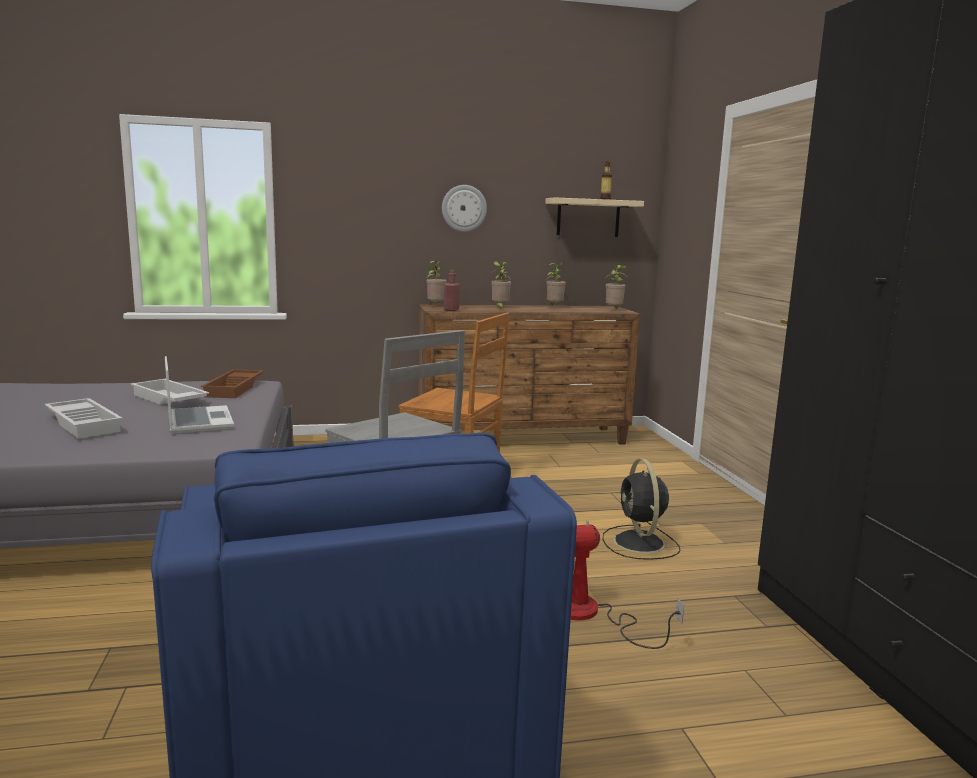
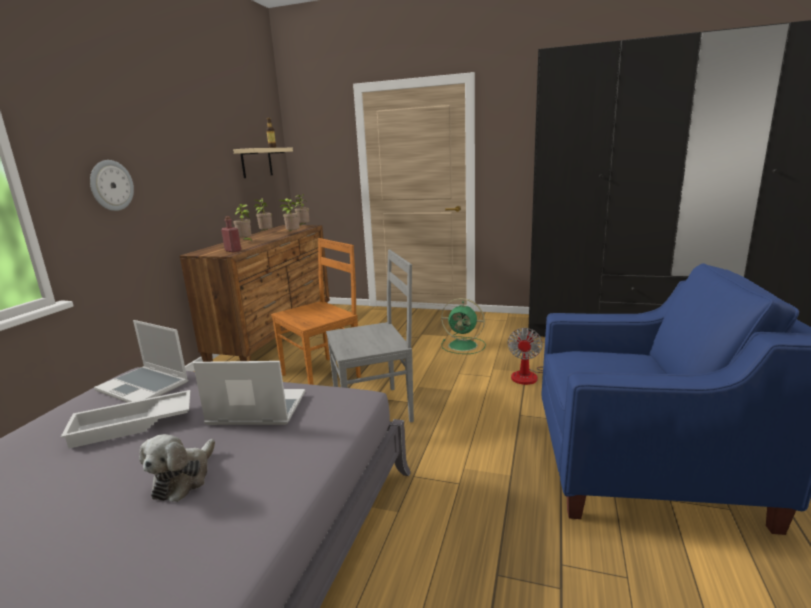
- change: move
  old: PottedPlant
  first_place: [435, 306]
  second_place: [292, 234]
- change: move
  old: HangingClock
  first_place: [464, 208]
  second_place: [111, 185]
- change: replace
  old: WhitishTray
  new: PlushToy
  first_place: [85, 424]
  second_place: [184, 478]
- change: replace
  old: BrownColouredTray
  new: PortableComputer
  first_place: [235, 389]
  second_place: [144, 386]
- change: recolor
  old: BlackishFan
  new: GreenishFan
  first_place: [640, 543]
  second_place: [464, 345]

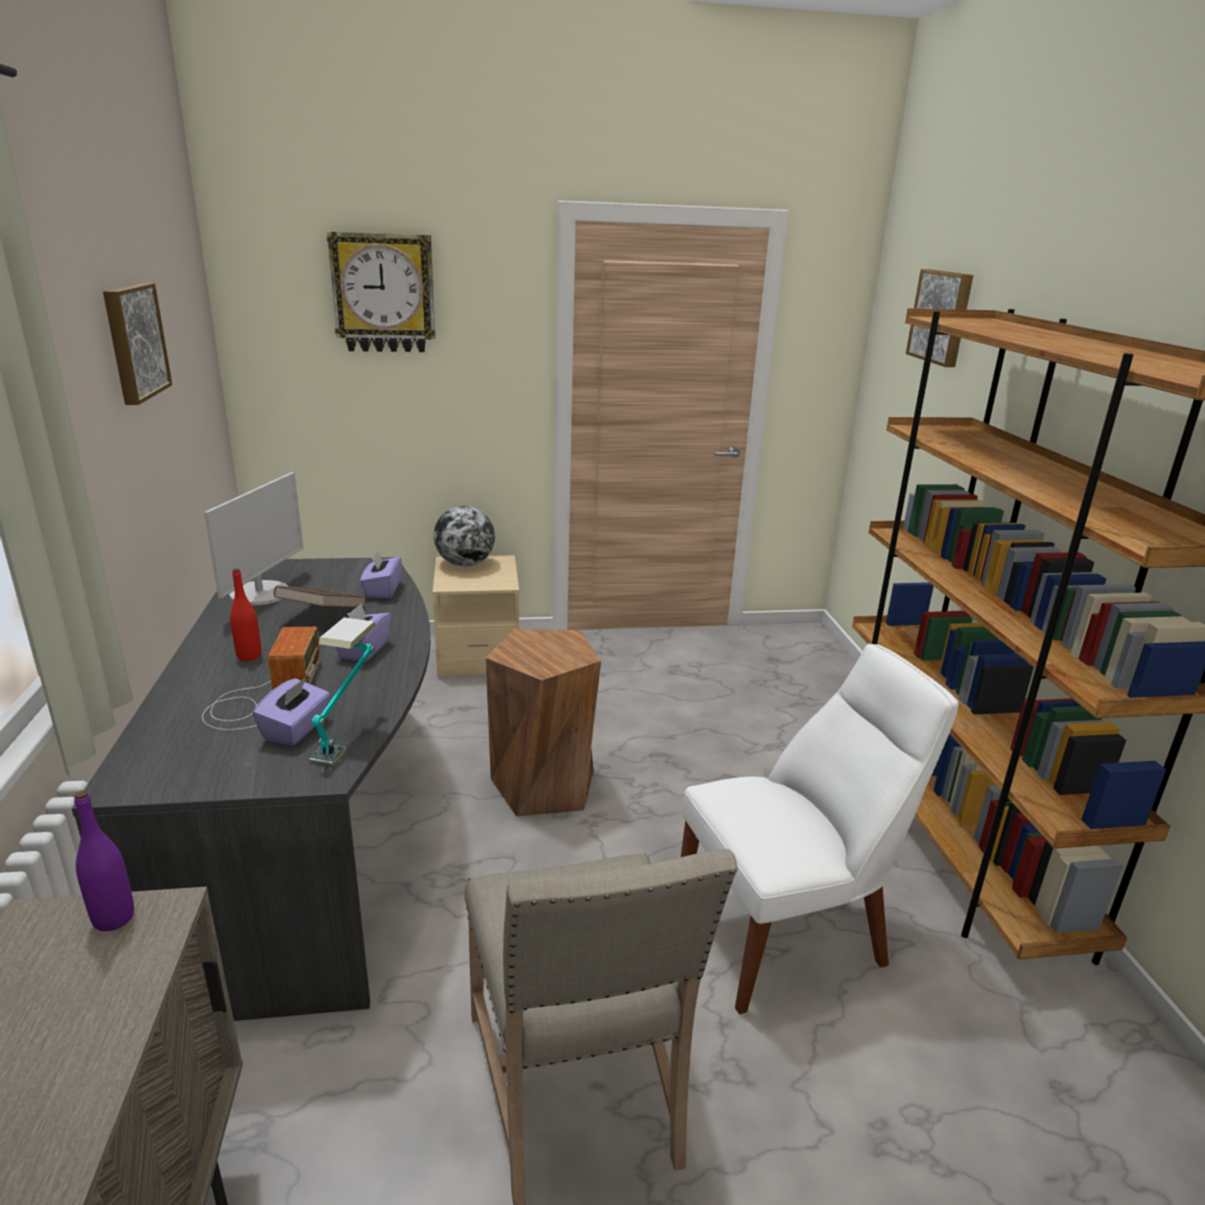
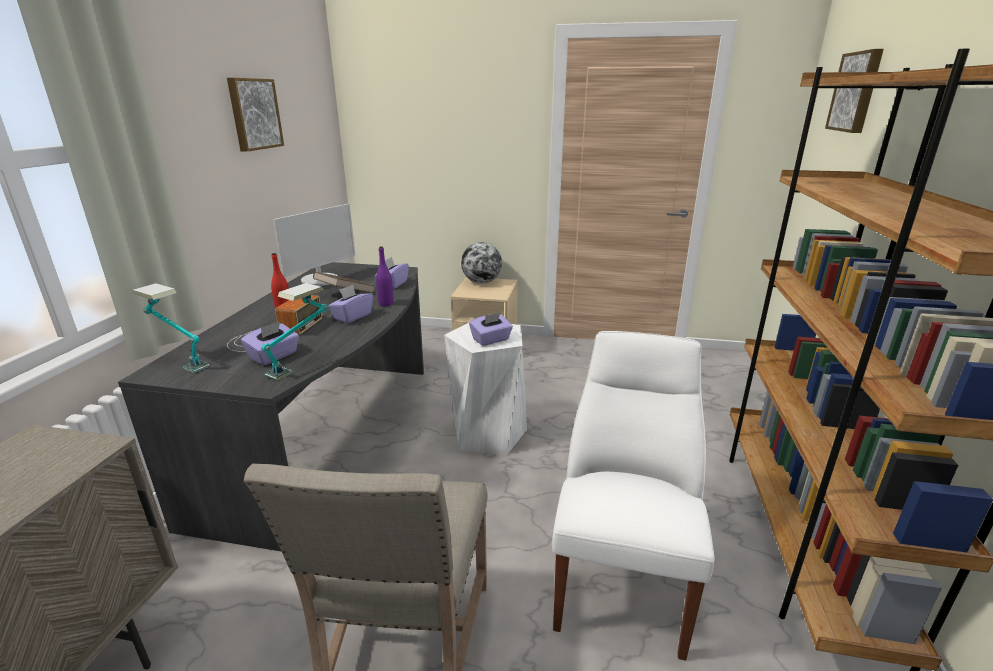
- change: delete
  old: HangingClock
  first_place: [384, 293]
- change: insert
  new: TableLamp
  second_place: [180, 361]
- change: insert
  new: PurpleColouredTissueBox
  second_place: [491, 340]
- change: move
  old: PurpleColouredBeverageBottle
  first_place: [114, 918]
  second_place: [386, 304]
- change: recolor
  old: BrownColouredStool
  new: WhitishStool
  first_place: [544, 785]
  second_place: [488, 433]
- change: rotate
  old: WhitishPlainChair
  first_place: [788, 933]
  second_place: [621, 576]
  degrees: -75

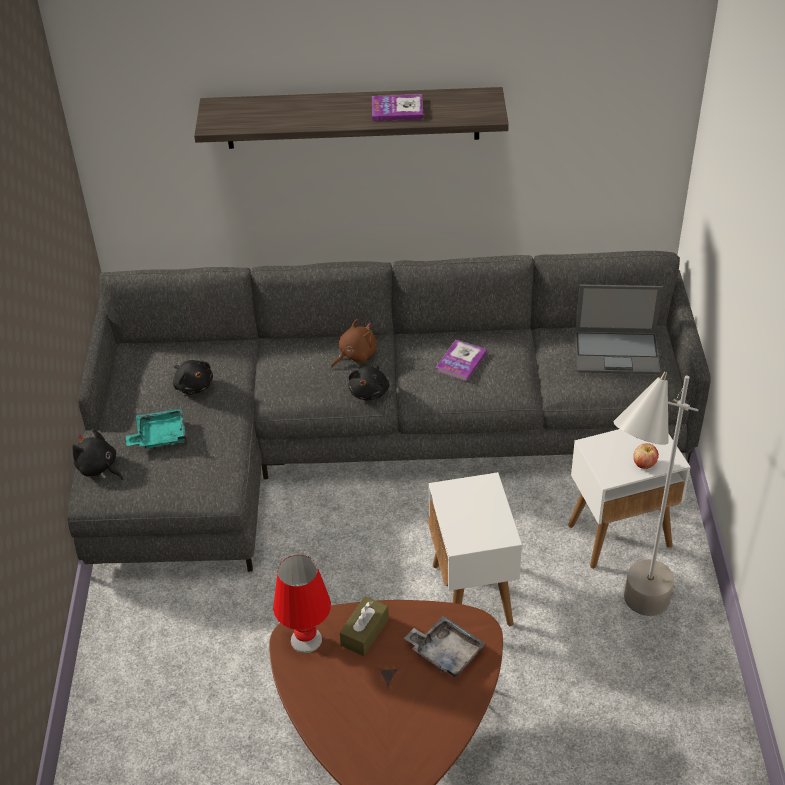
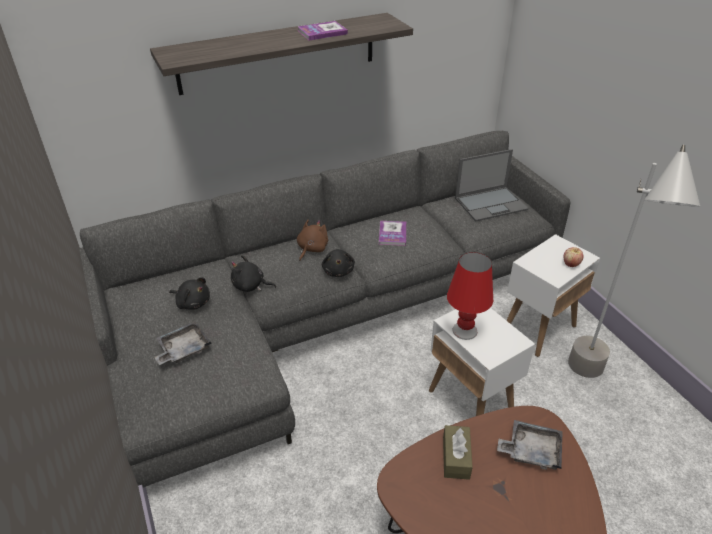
- change: move
  old: BlackishPlushToy
  first_place: [98, 468]
  second_place: [250, 286]
- change: move
  old: RedTableLamp
  first_place: [305, 640]
  second_place: [464, 331]
- change: recolor
  old: TurquoiseColouredTray
  new: GrayTray
  first_place: [159, 436]
  second_place: [183, 349]

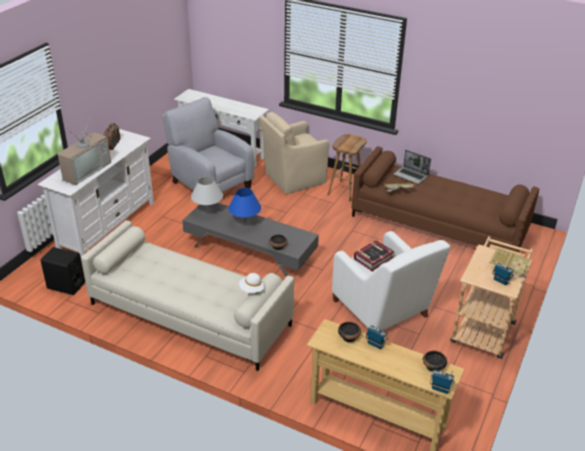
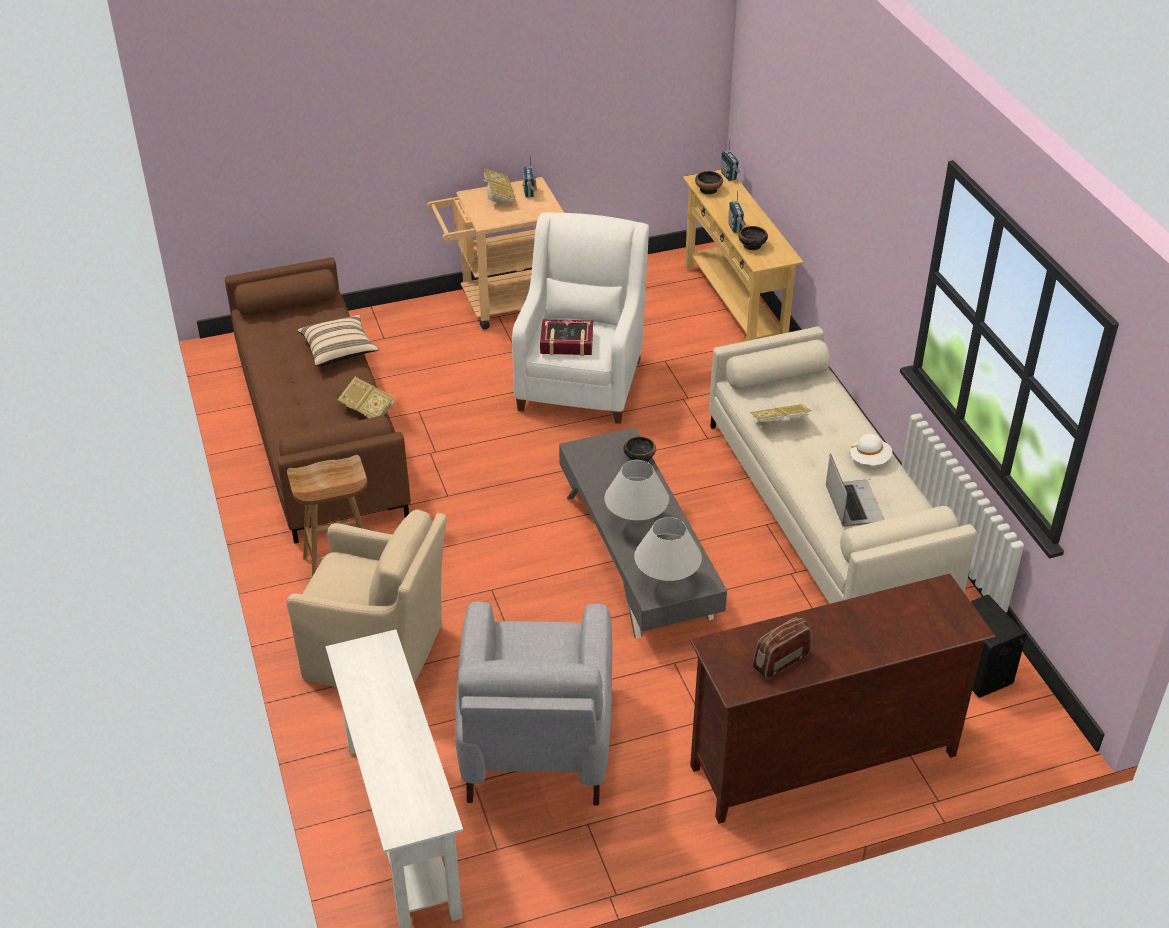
- change: delete
  old: Tv
  first_place: [85, 170]
- change: insert
  new: BeigeThrowPillow
  second_place: [339, 351]
- change: insert
  new: Book
  second_place: [779, 425]
- change: move
  old: WhitishClothingHat
  first_place: [252, 289]
  second_place: [870, 459]
- change: move
  old: PortableComputer
  first_place: [411, 175]
  second_place: [852, 504]
- change: recolor
  old: WhitishTvUnit
  new: BrownColouredTvUnit
  first_place: [107, 226]
  second_place: [823, 761]
- change: recolor
  old: BlueTableLamp
  new: WhitishTableLamp
  first_place: [245, 222]
  second_place: [635, 524]

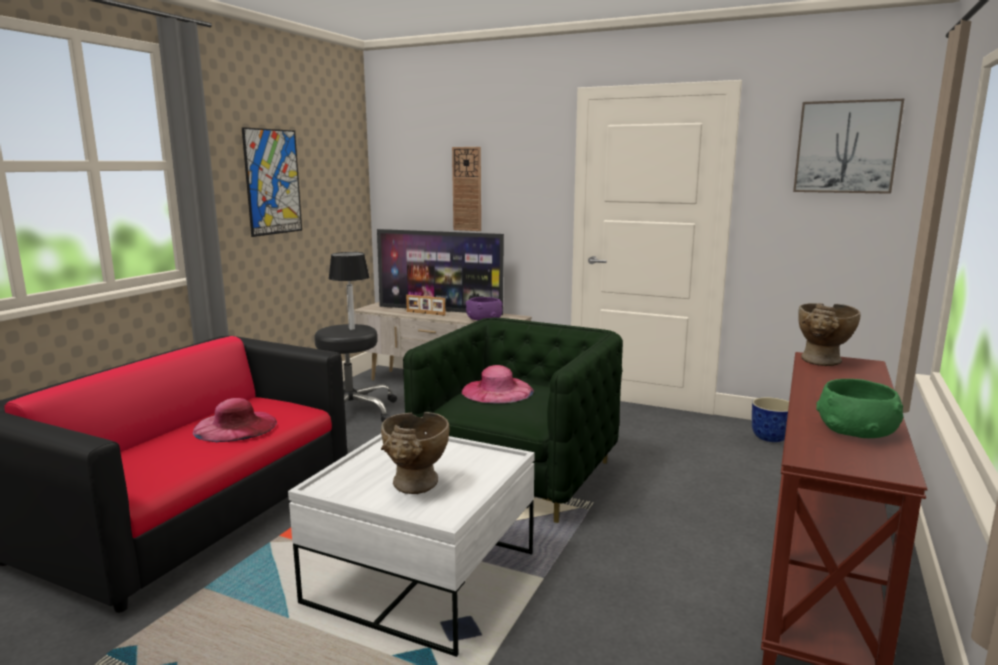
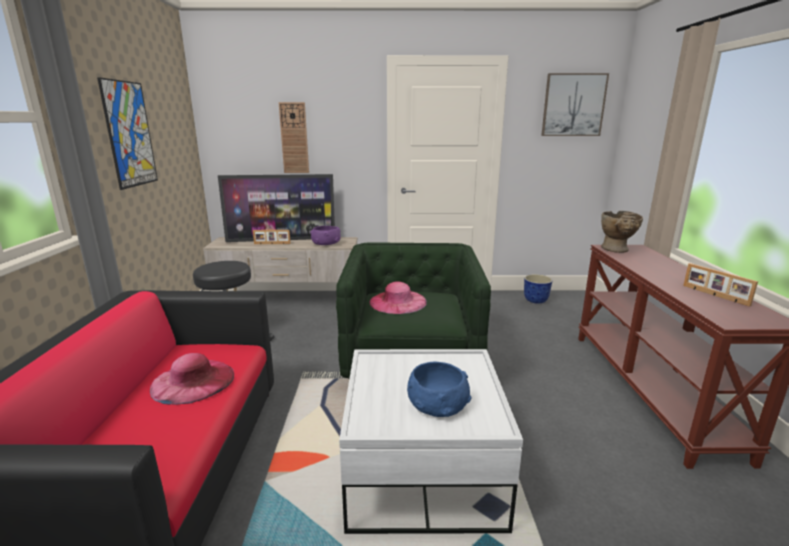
- change: delete
  old: TableLamp
  first_place: [352, 329]
- change: replace
  old: BeigeFlowerVase
  new: BlueServingBowl
  first_place: [415, 487]
  second_place: [438, 403]
- change: replace
  old: GreenishServingBowl
  new: StandingFrame
  first_place: [857, 430]
  second_place: [714, 295]

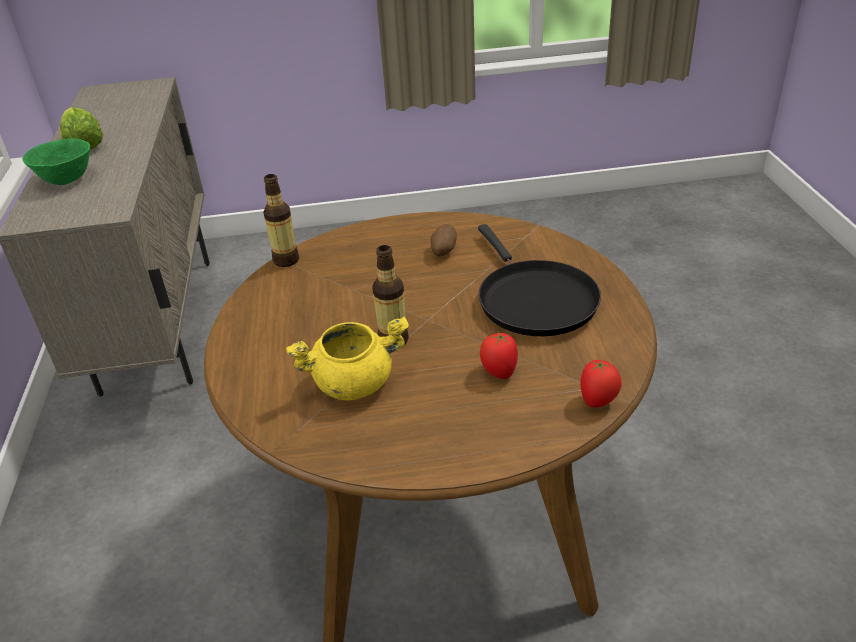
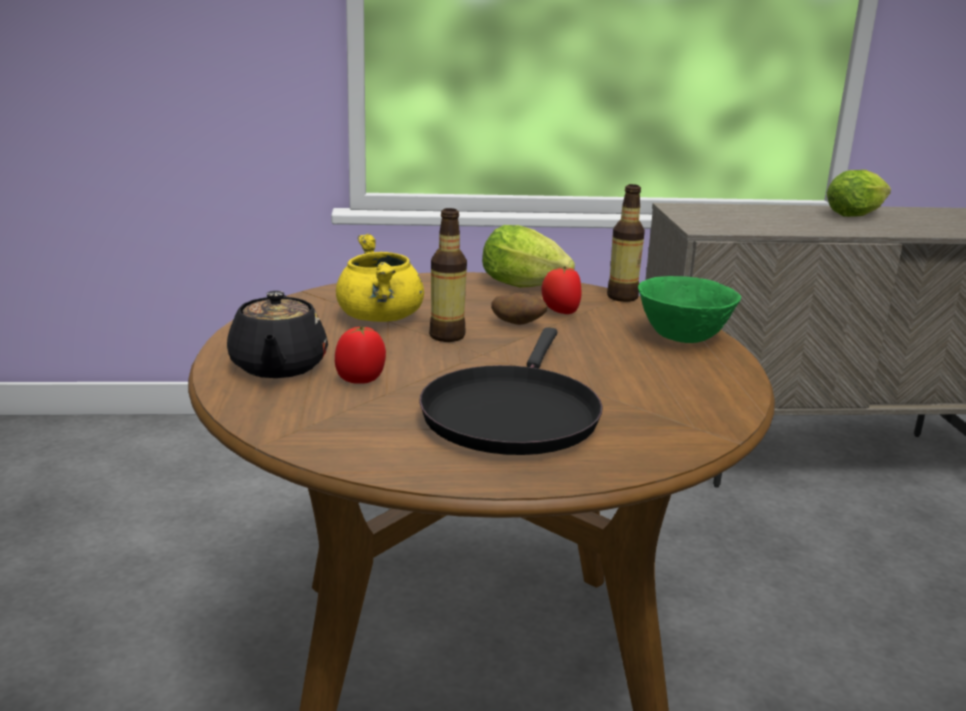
- change: insert
  new: BlackishPotForTea
  second_place: [278, 367]
- change: insert
  new: Lettuce
  second_place: [528, 287]
- change: move
  old: GreenishServingBowl
  first_place: [66, 180]
  second_place: [683, 338]
- change: move
  old: Spud
  first_place: [443, 251]
  second_place: [518, 324]
- change: move
  old: Tomato
  first_place: [598, 401]
  second_place: [560, 312]
- change: rotate
  old: BlackishFryingPan
  first_place: [533, 299]
  second_place: [511, 414]
  degrees: -60

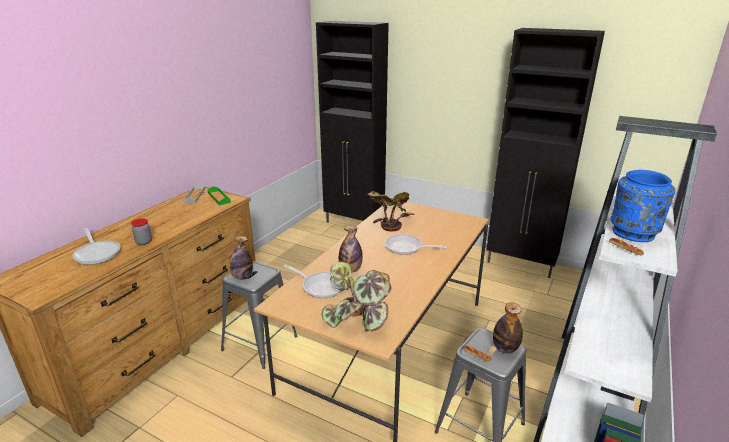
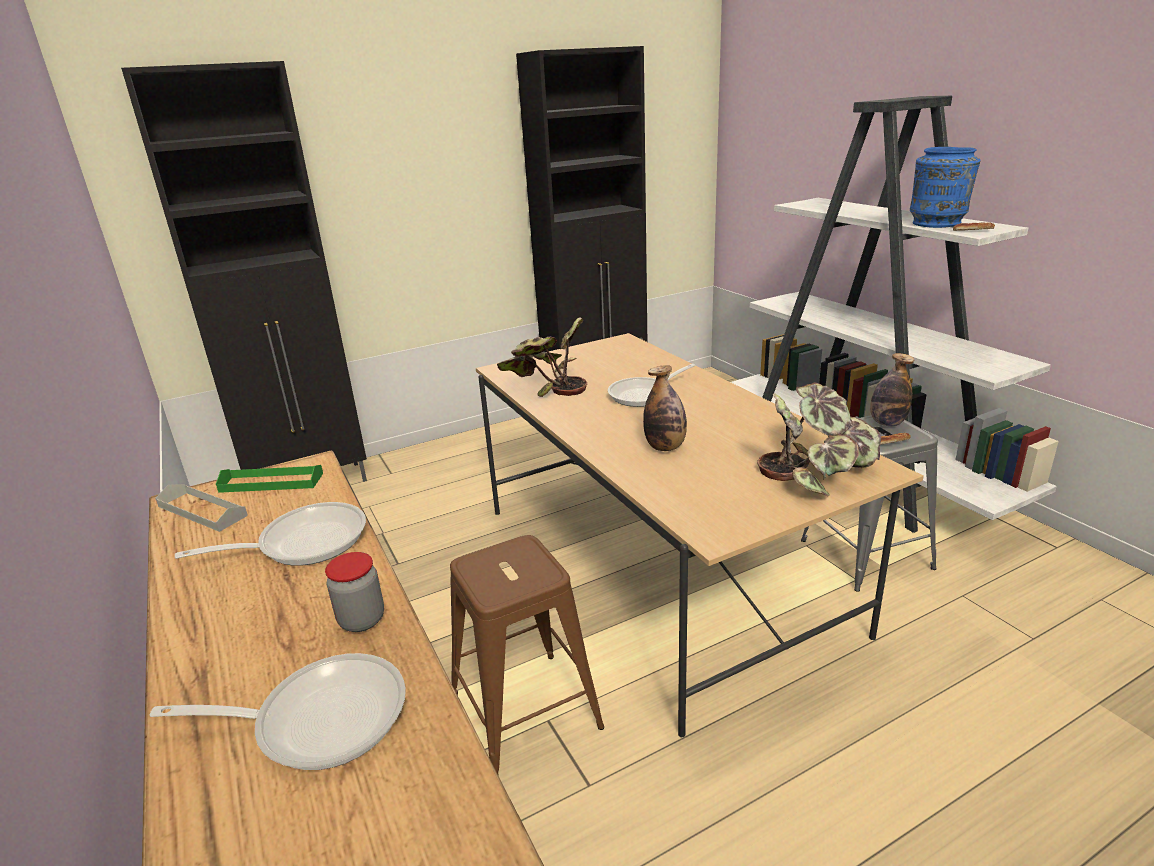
- change: delete
  old: BeverageBottle
  first_place: [242, 277]
- change: move
  old: FryingPan
  first_place: [320, 286]
  second_place: [303, 542]
- change: recolor
  old: GrayStool
  new: BrownColouredStool
  first_place: [260, 343]
  second_place: [525, 712]

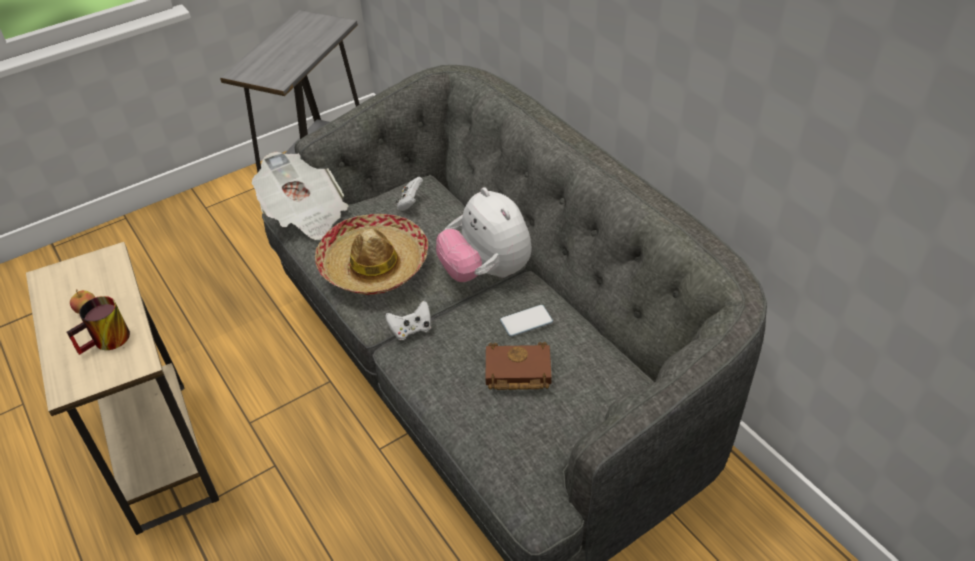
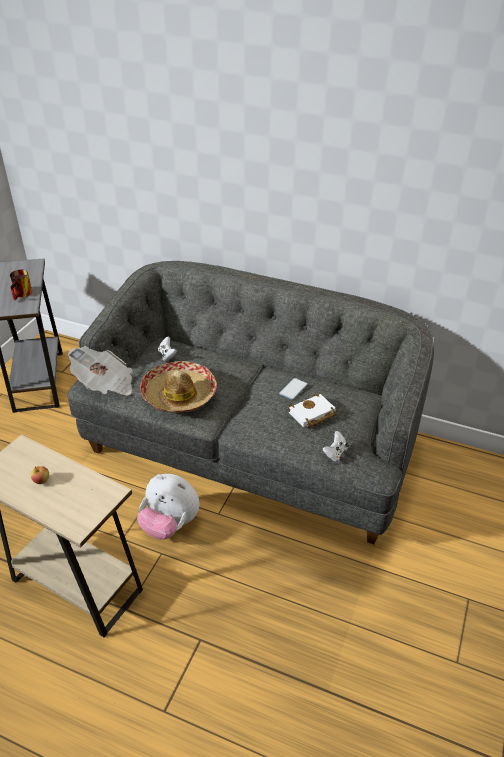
- change: move
  old: CoffeeMug
  first_place: [107, 342]
  second_place: [23, 294]
- change: move
  old: WhitishGamepad
  first_place: [411, 329]
  second_place: [335, 453]
- change: move
  old: PlushToy
  first_place: [486, 272]
  second_place: [170, 524]
- change: recolor
  old: BrownColouredBook
  new: WhitishBook
  first_place: [516, 372]
  second_place: [312, 415]

